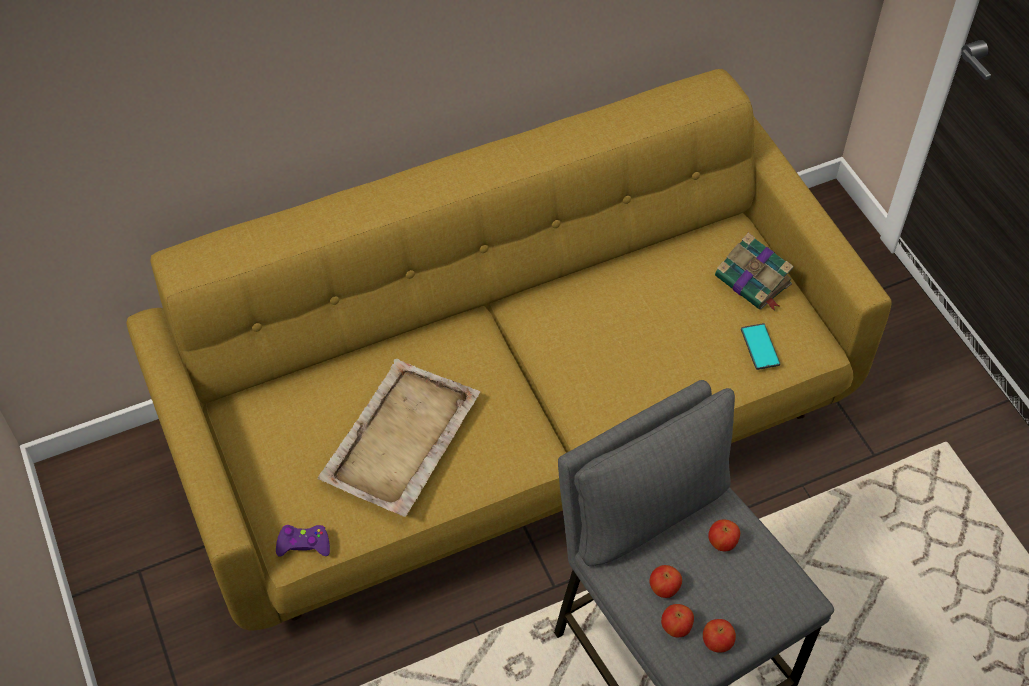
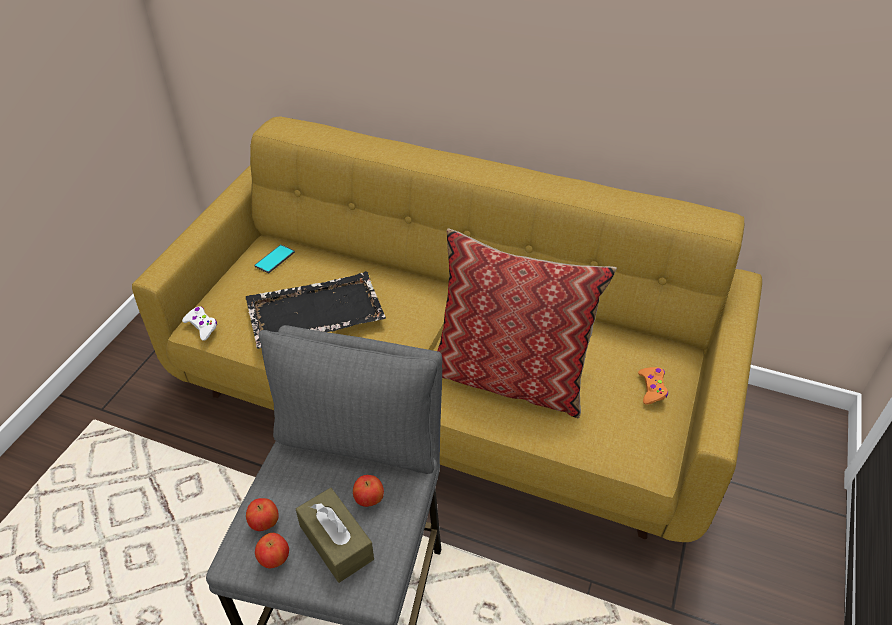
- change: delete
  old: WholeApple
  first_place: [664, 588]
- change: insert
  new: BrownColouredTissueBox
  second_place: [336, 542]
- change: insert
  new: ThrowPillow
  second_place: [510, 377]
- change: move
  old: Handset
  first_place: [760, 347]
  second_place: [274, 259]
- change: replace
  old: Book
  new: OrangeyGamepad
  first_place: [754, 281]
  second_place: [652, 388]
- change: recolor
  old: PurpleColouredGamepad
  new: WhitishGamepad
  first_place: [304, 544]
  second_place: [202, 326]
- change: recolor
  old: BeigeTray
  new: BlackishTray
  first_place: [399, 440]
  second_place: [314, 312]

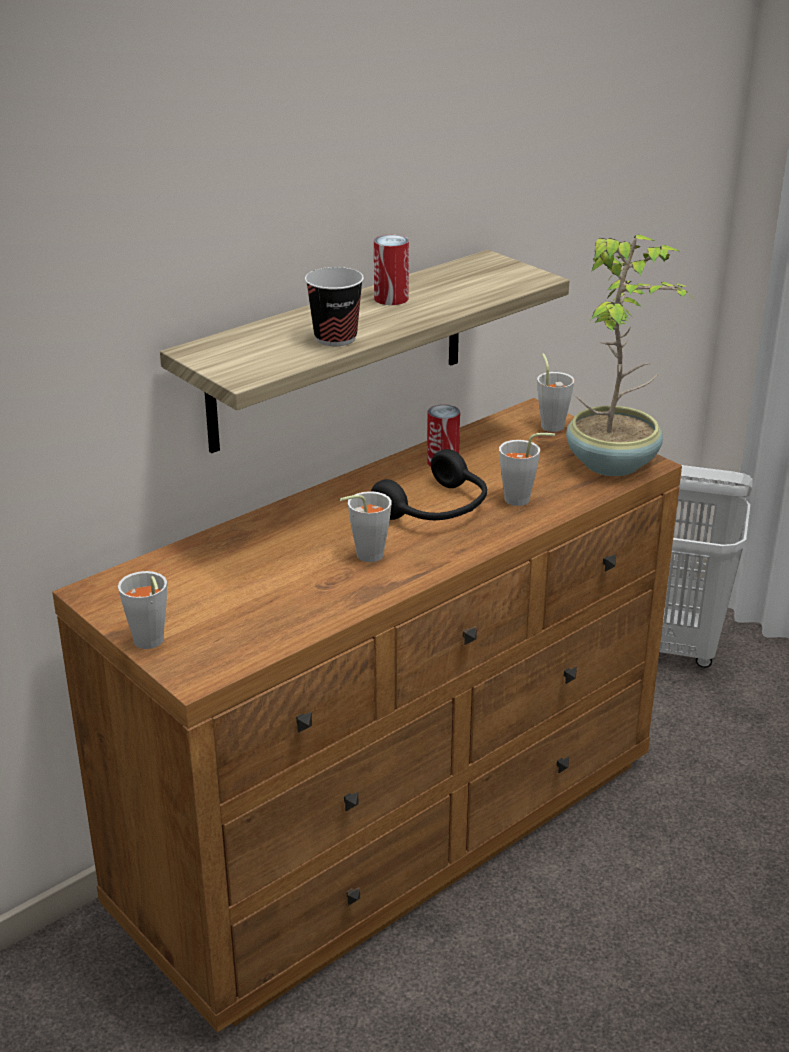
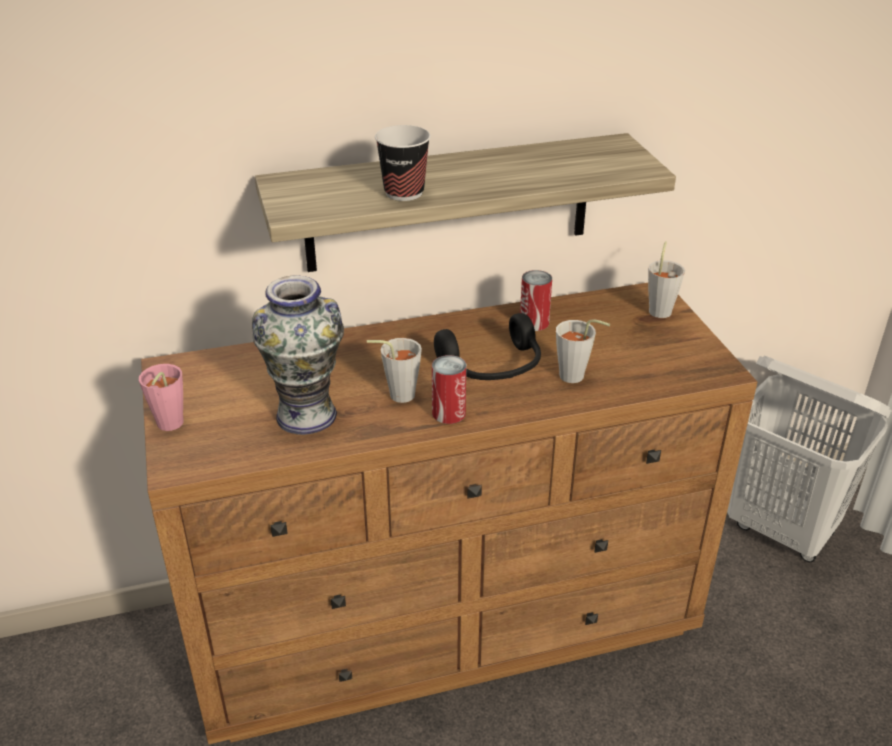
- change: delete
  old: PottedPlant
  first_place: [614, 463]
- change: insert
  new: FlowerVase
  second_place: [306, 415]
- change: move
  old: MetalCan
  first_place: [391, 298]
  second_place: [448, 413]
- change: recolor
  old: GrayCup
  new: PinkishCup
  first_place: [150, 644]
  second_place: [168, 426]

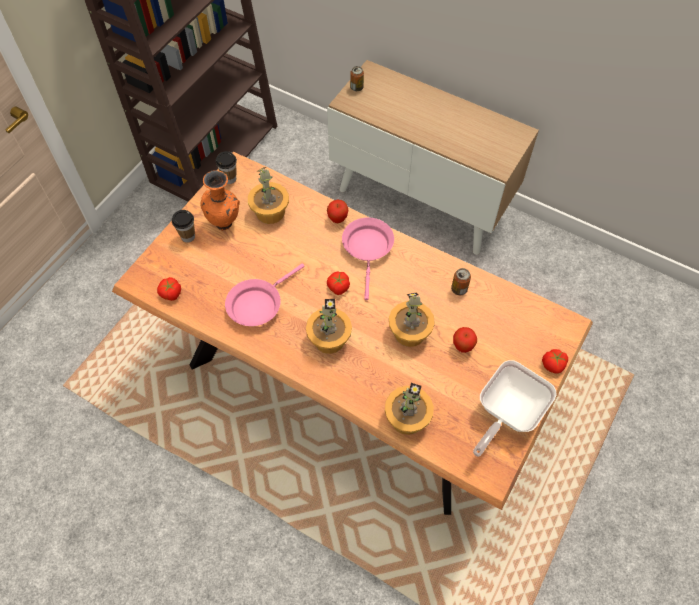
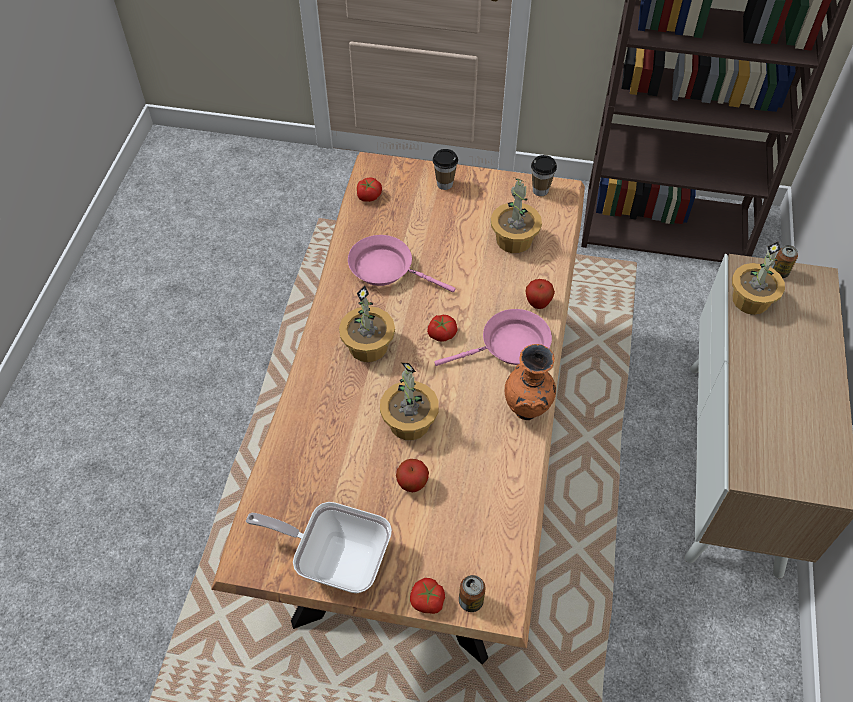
- change: move
  old: OrangeyFlowerVase
  first_place: [225, 223]
  second_place: [527, 412]
- change: move
  old: PottedPlant
  first_place: [407, 417]
  second_place: [751, 300]
- change: move
  old: MetalCan
  first_place: [459, 289]
  second_place: [471, 601]

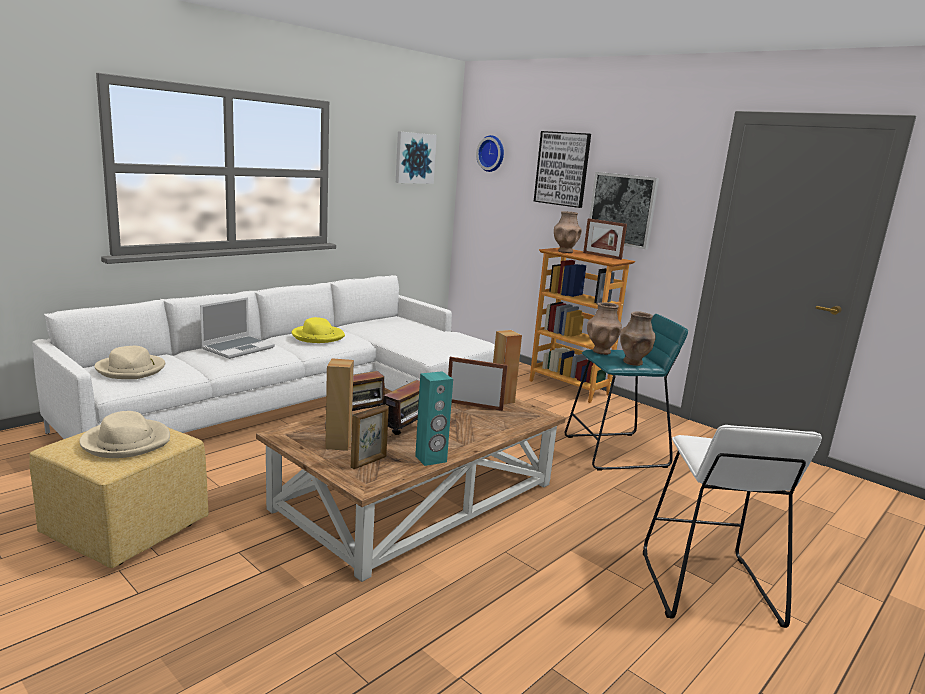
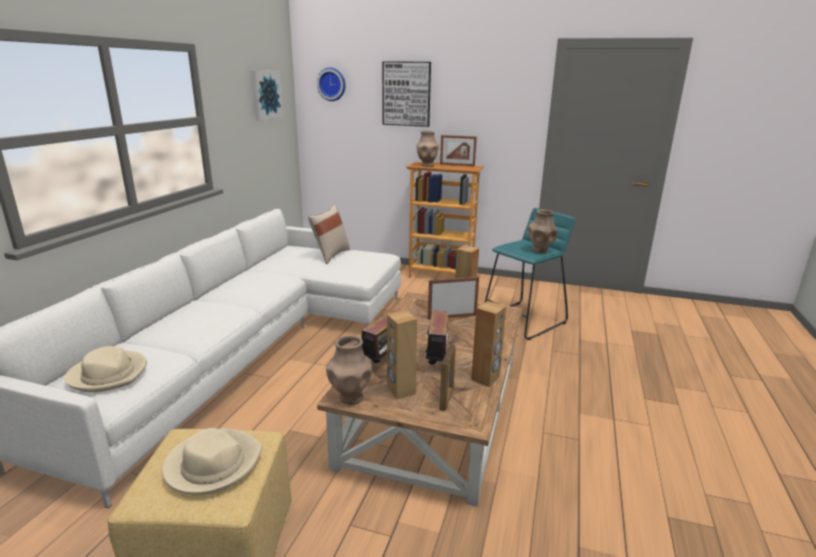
- change: delete
  old: PortableComputer
  first_place: [238, 348]
- change: delete
  old: YellowClothingHat
  first_place: [317, 336]
- change: delete
  old: WallArt
  first_place: [622, 209]
- change: delete
  old: WhitishStool
  first_place: [706, 587]
- change: insert
  new: BeigeThrowPillow
  second_place: [330, 255]
- change: move
  old: BrownColouredFlowerVase
  first_place: [601, 351]
  second_place: [351, 397]
- change: recolor
  old: TurquoiseColouredAudioSpeaker
  new: BrownColouredAudioSpeaker
  first_place: [431, 459]
  second_place: [486, 378]

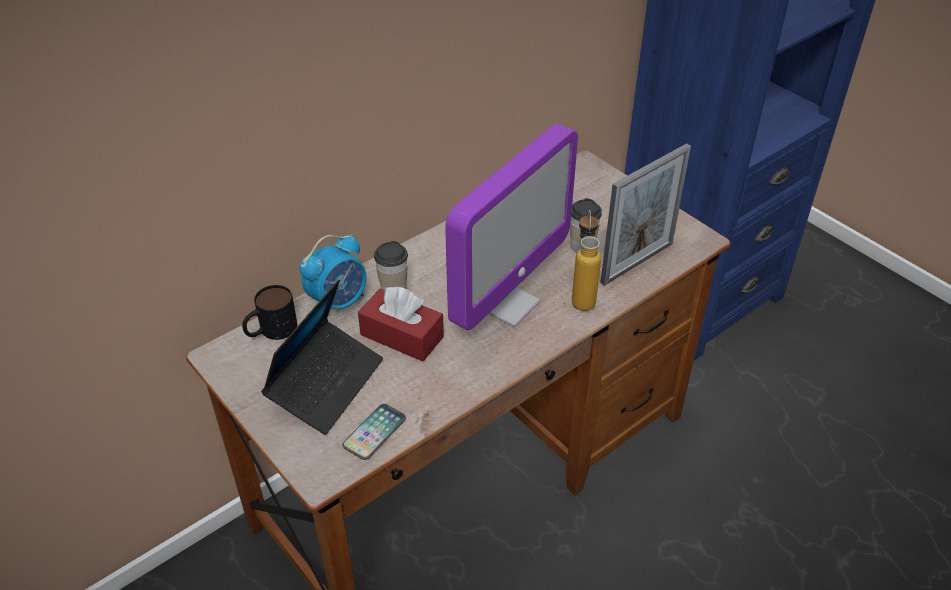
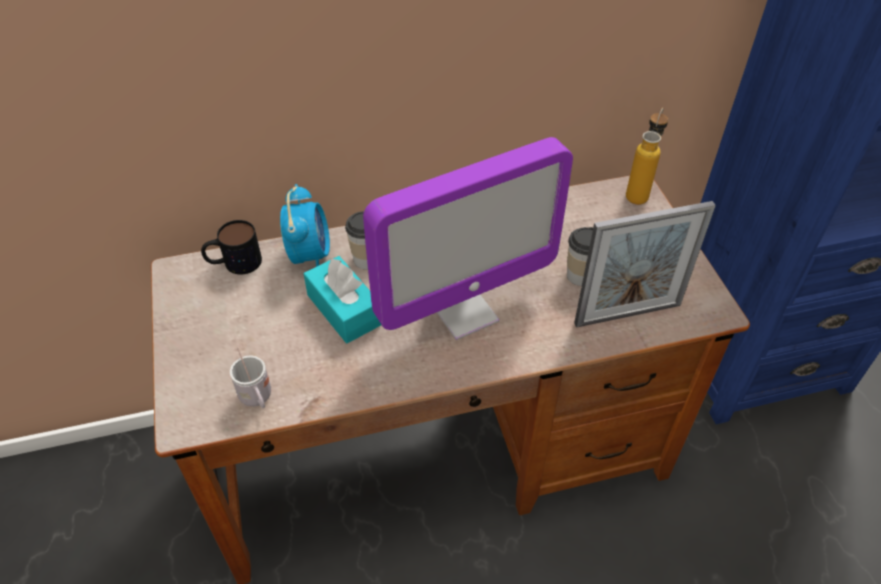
- change: delete
  old: PortableComputer
  first_place: [326, 383]
- change: move
  old: BeverageBottle
  first_place: [582, 296]
  second_place: [639, 192]
- change: replace
  old: Handset
  new: WhitishCoffeeMug
  first_place: [374, 432]
  second_place: [257, 399]
- change: recolor
  old: RedTissueBox
  new: TurquoiseColouredTissueBox
  first_place: [402, 336]
  second_place: [344, 310]
- change: rotate
  old: TableClock
  first_place: [339, 301]
  second_place: [310, 255]
  degrees: -75

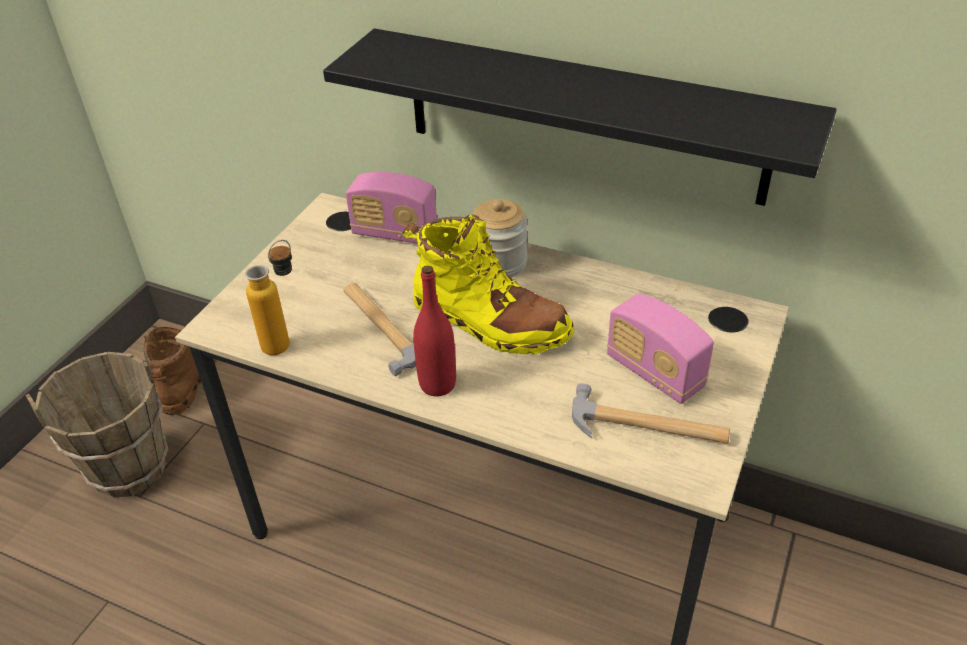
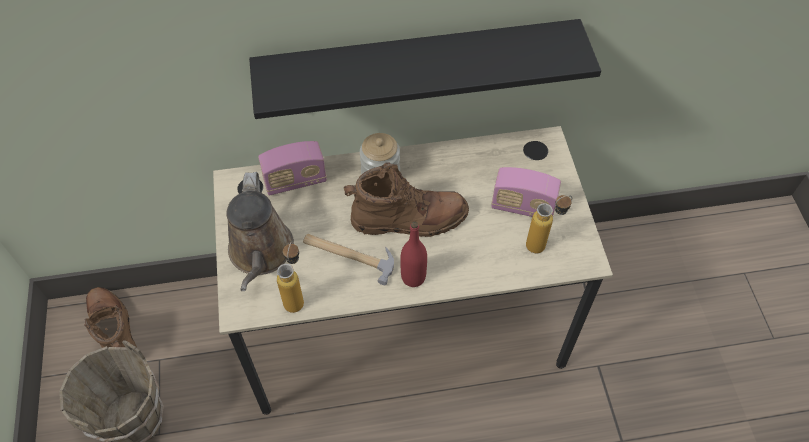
- change: insert
  new: BrownColouredSprinklingCan
  second_place: [261, 253]
- change: replace
  old: HandHammer
  new: BeverageBottle
  first_place: [647, 427]
  second_place: [543, 243]
- change: recolor
  old: YellowBoot
  new: BrownColouredBoot
  first_place: [489, 322]
  second_place: [409, 219]

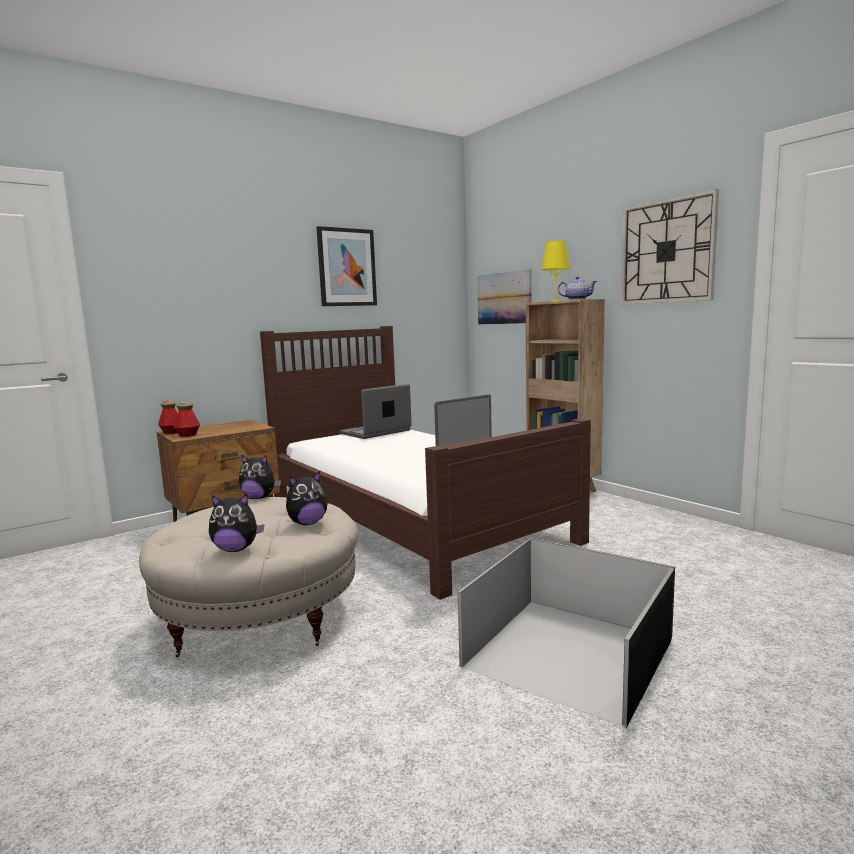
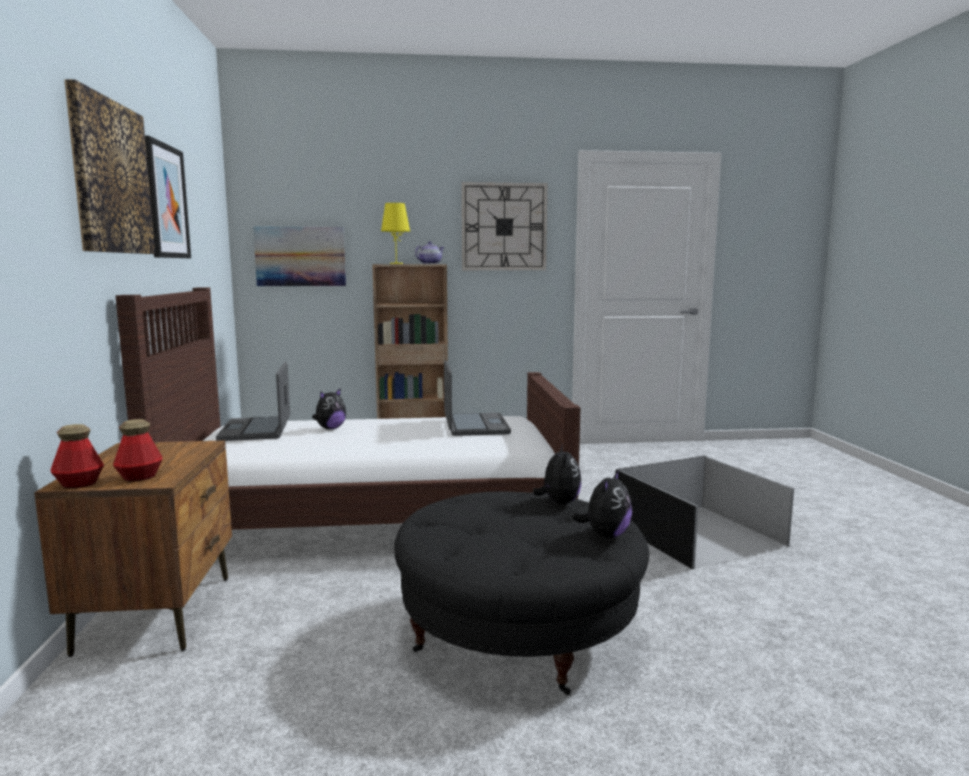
- change: insert
  new: WallArt
  second_place: [110, 177]
- change: move
  old: PlushToy
  first_place: [259, 497]
  second_place: [330, 428]
- change: recolor
  old: BeigeOttoman
  new: BlackishOttoman
  first_place: [260, 616]
  second_place: [518, 633]

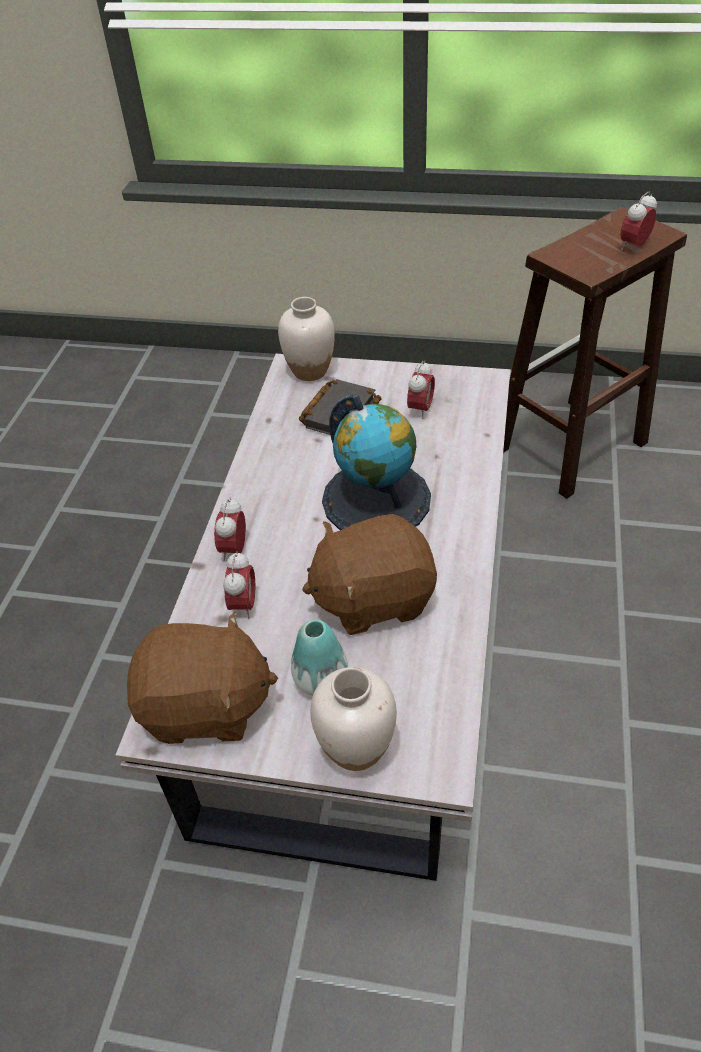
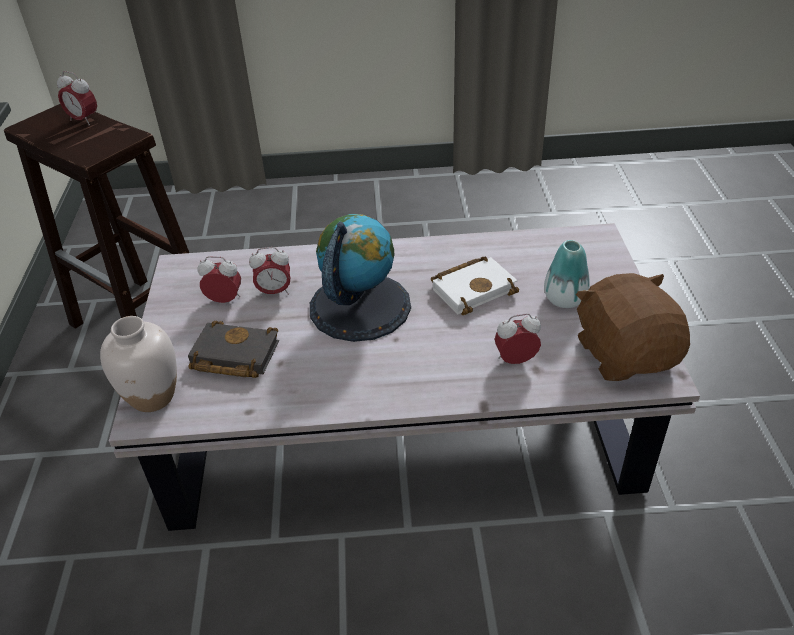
- change: delete
  old: WhitishFlowerVase
  first_place: [355, 748]
- change: move
  old: TableClock
  first_place: [234, 549]
  second_place: [274, 292]
- change: replace
  old: BrownColouredPlushToy
  new: WhitishBook
  first_place: [373, 597]
  second_place: [474, 288]

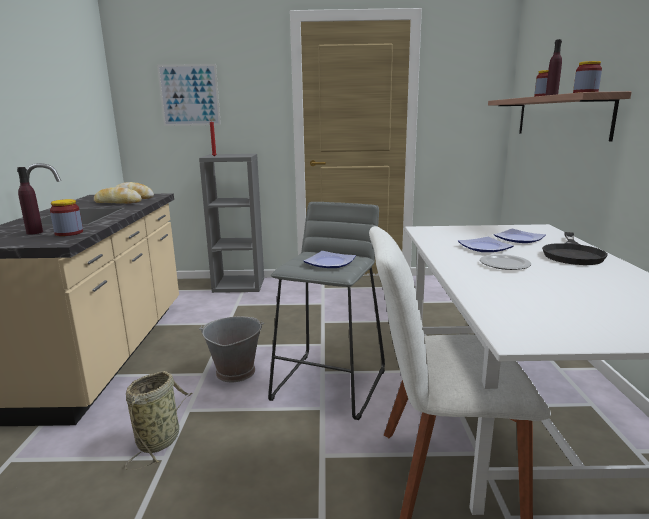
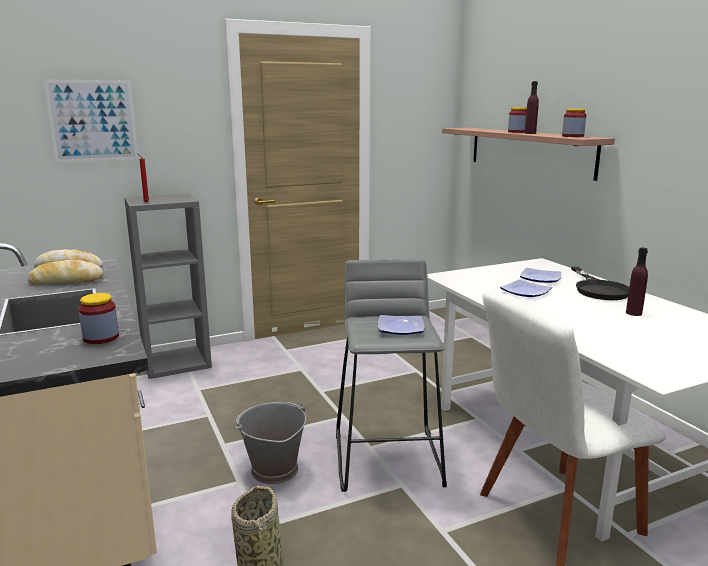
- change: delete
  old: DinnerPlate
  first_place: [504, 264]
- change: move
  old: PurpleColouredBeverageBottle
  first_place: [34, 232]
  second_place: [633, 313]

